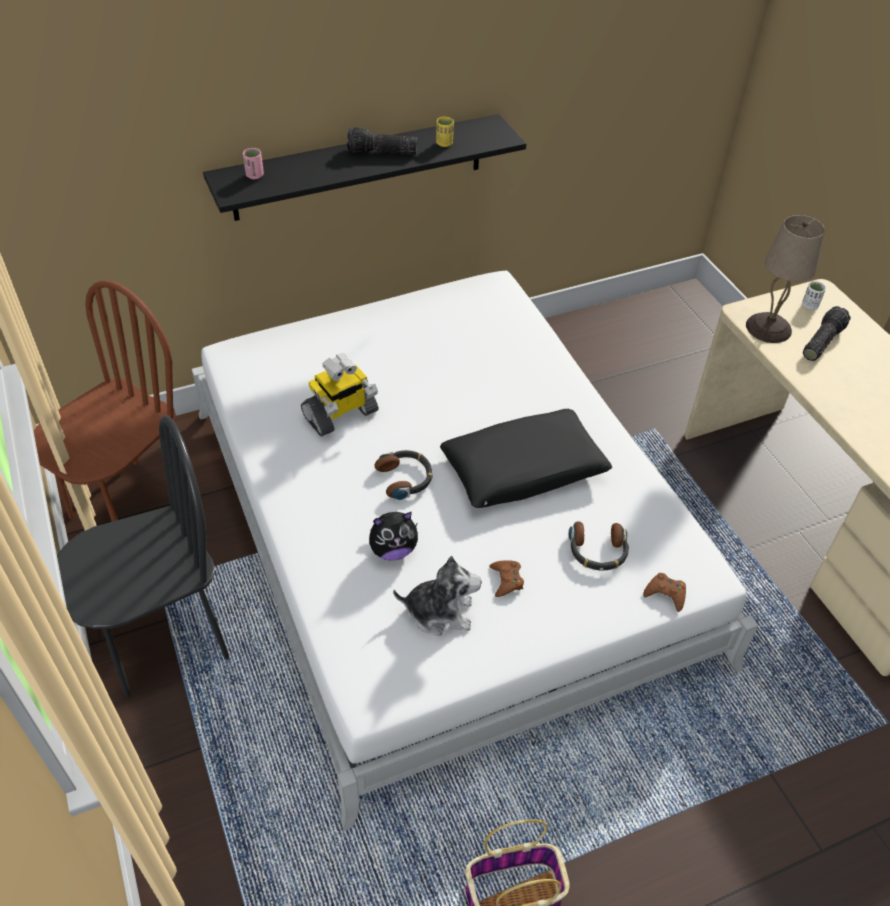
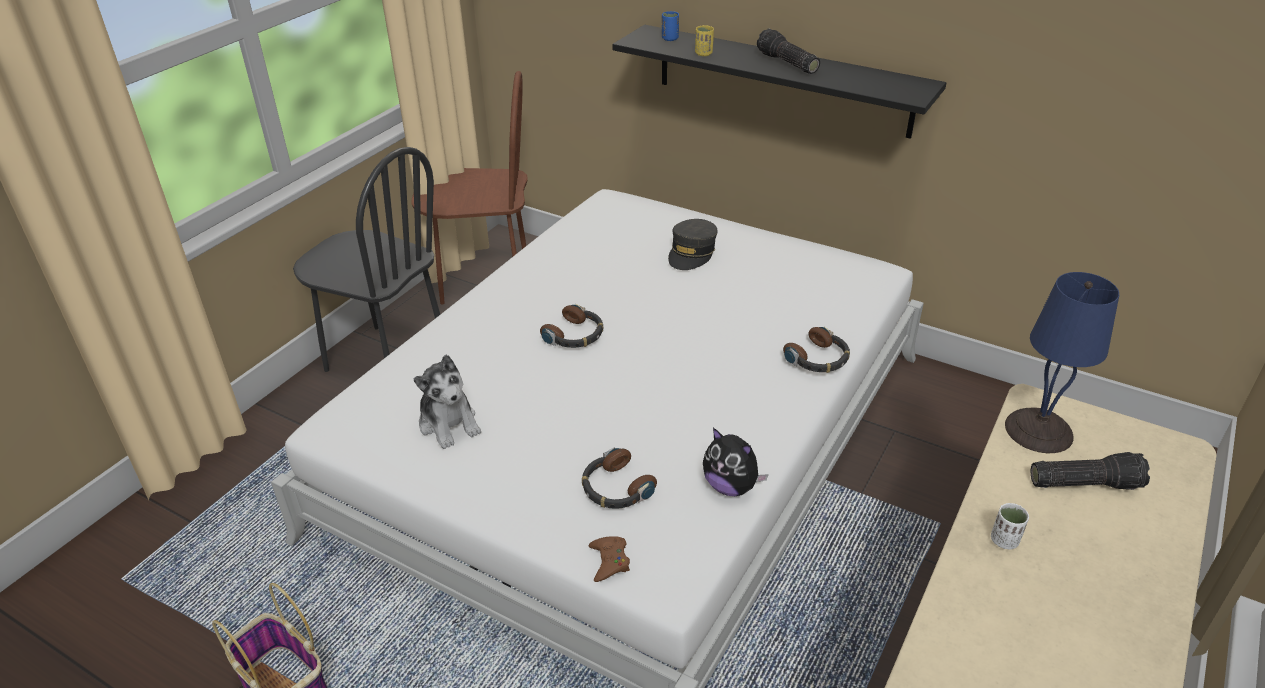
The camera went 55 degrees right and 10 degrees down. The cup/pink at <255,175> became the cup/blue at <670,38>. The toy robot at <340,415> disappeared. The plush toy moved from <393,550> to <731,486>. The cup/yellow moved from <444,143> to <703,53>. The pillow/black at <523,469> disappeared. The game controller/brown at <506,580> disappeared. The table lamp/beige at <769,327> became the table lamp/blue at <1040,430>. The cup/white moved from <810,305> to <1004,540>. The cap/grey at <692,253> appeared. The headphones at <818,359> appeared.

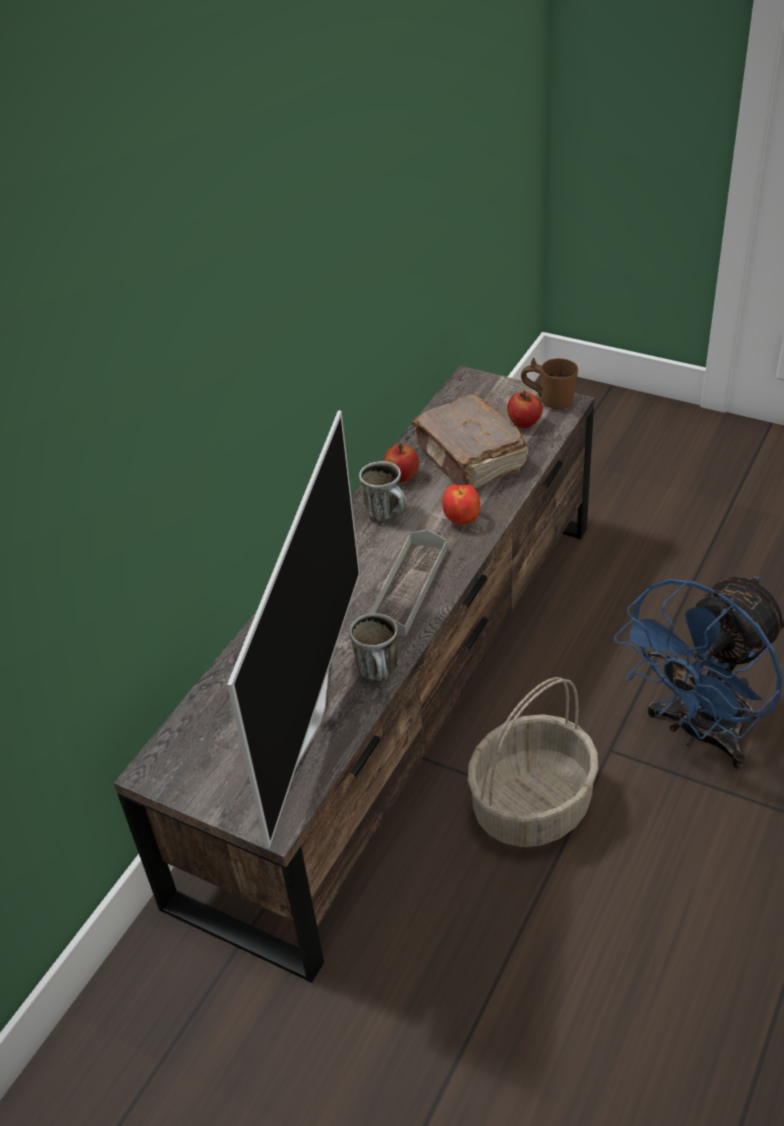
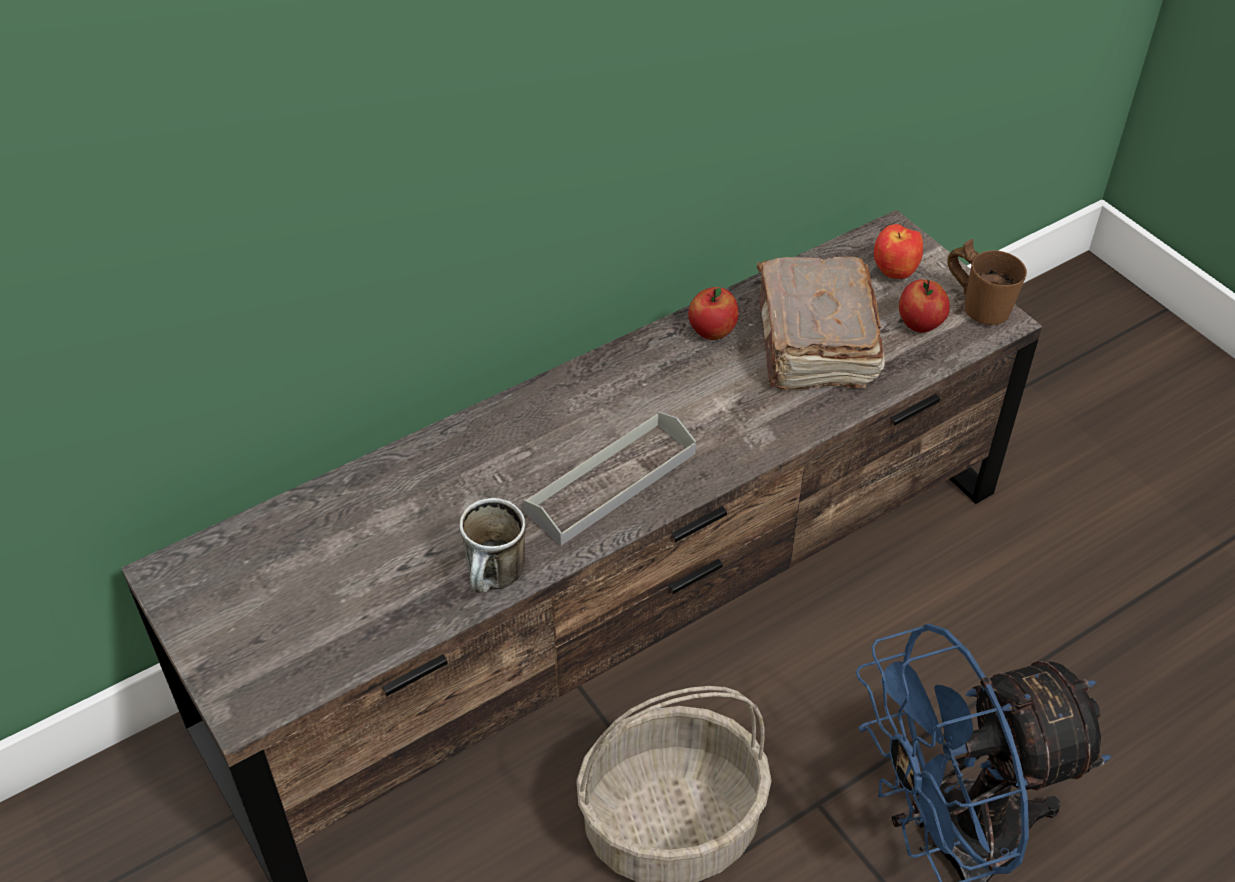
The camera went 25 degrees right and 5 degrees up. The television at <305,715> disappeared. The mug at <388,515> disappeared. The apple moved from <462,520> to <895,273>.

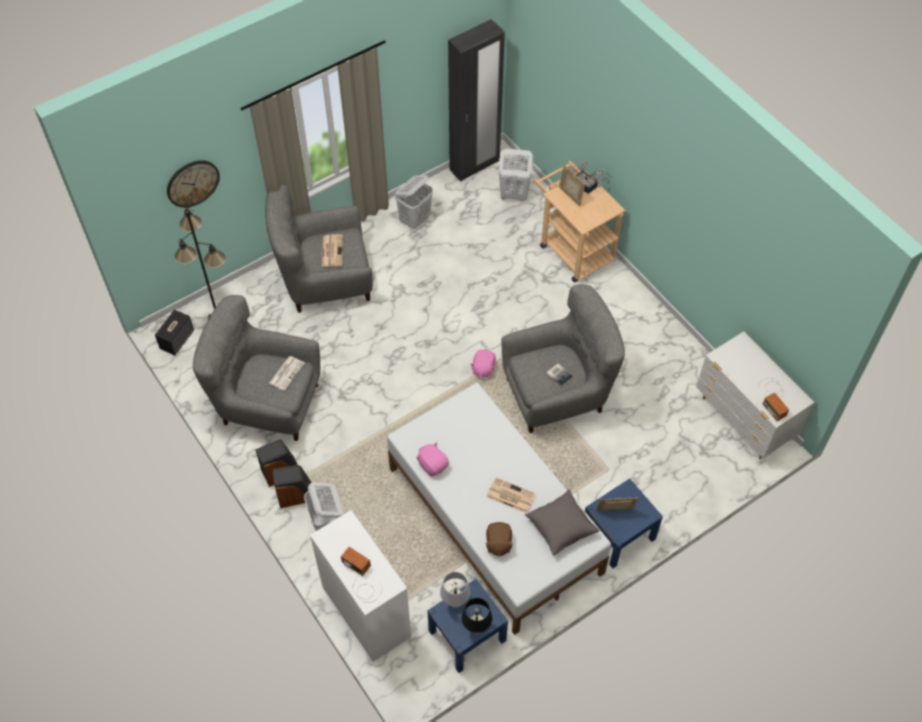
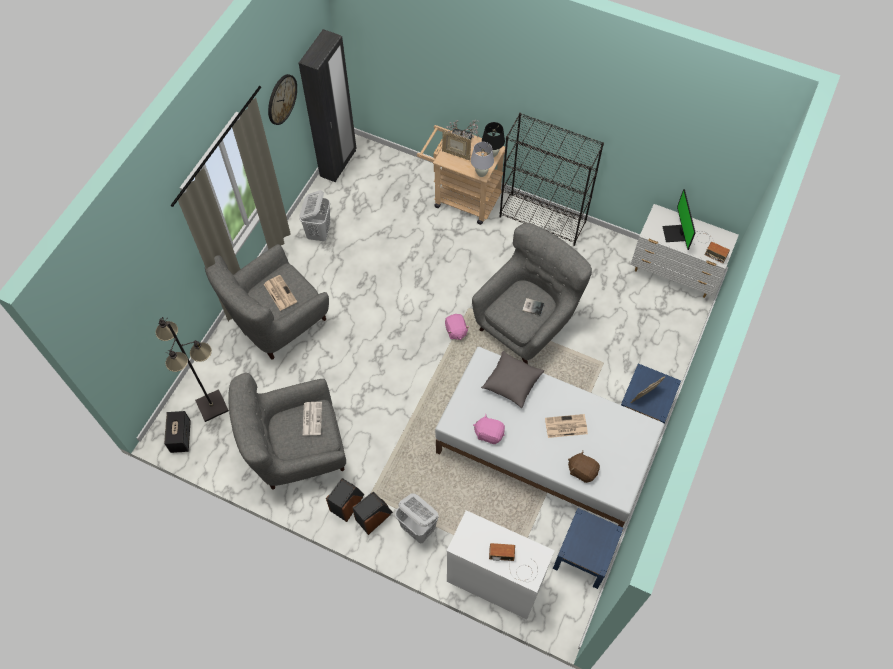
The camera went 30 degrees left and 5 degrees up. The wall clock moved from <192,183> to <281,99>. The table lamp/white moved from <455,602> to <481,173>. The table lamp/black moved from <476,628> to <492,154>. The plush toy/brown at <498,543> turned 150 degrees clockwise. The laundry basket/white at <513,195> disappeared. The pillow/grey moved from <560,527> to <511,383>. The bookcase/black at <543,219> appeared. The monitor at <674,234> appeared.

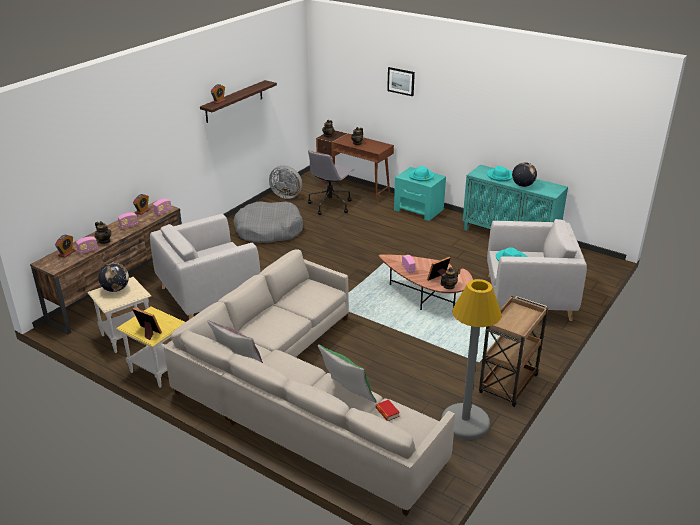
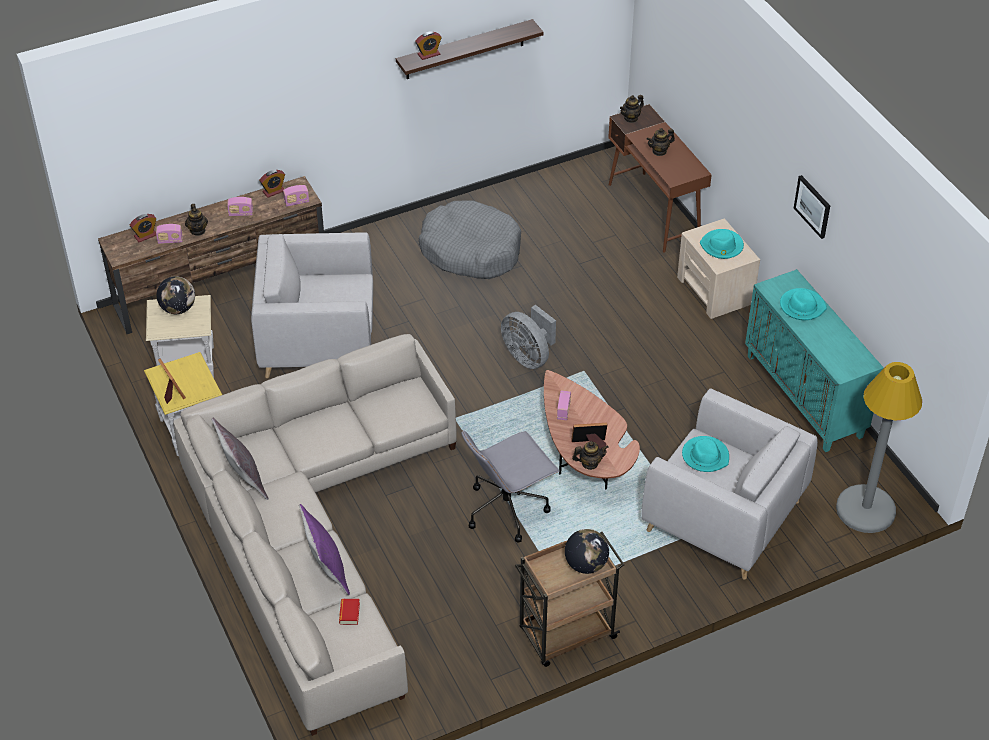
The camera went 30 degrees right and 15 degrees up. The fan/grey moved from <286,195> to <528,356>. The office chair/grey moved from <330,205> to <507,508>. The pillow/green at <347,395> became the pillow/purple at <327,570>. The picture moved from <401,81> to <813,206>. The nightstand/turquoise at <419,209> became the nightstand/beige at <715,290>. The floor lamp/grey moved from <465,422> to <865,509>. The globe moved from <523,185> to <586,564>.

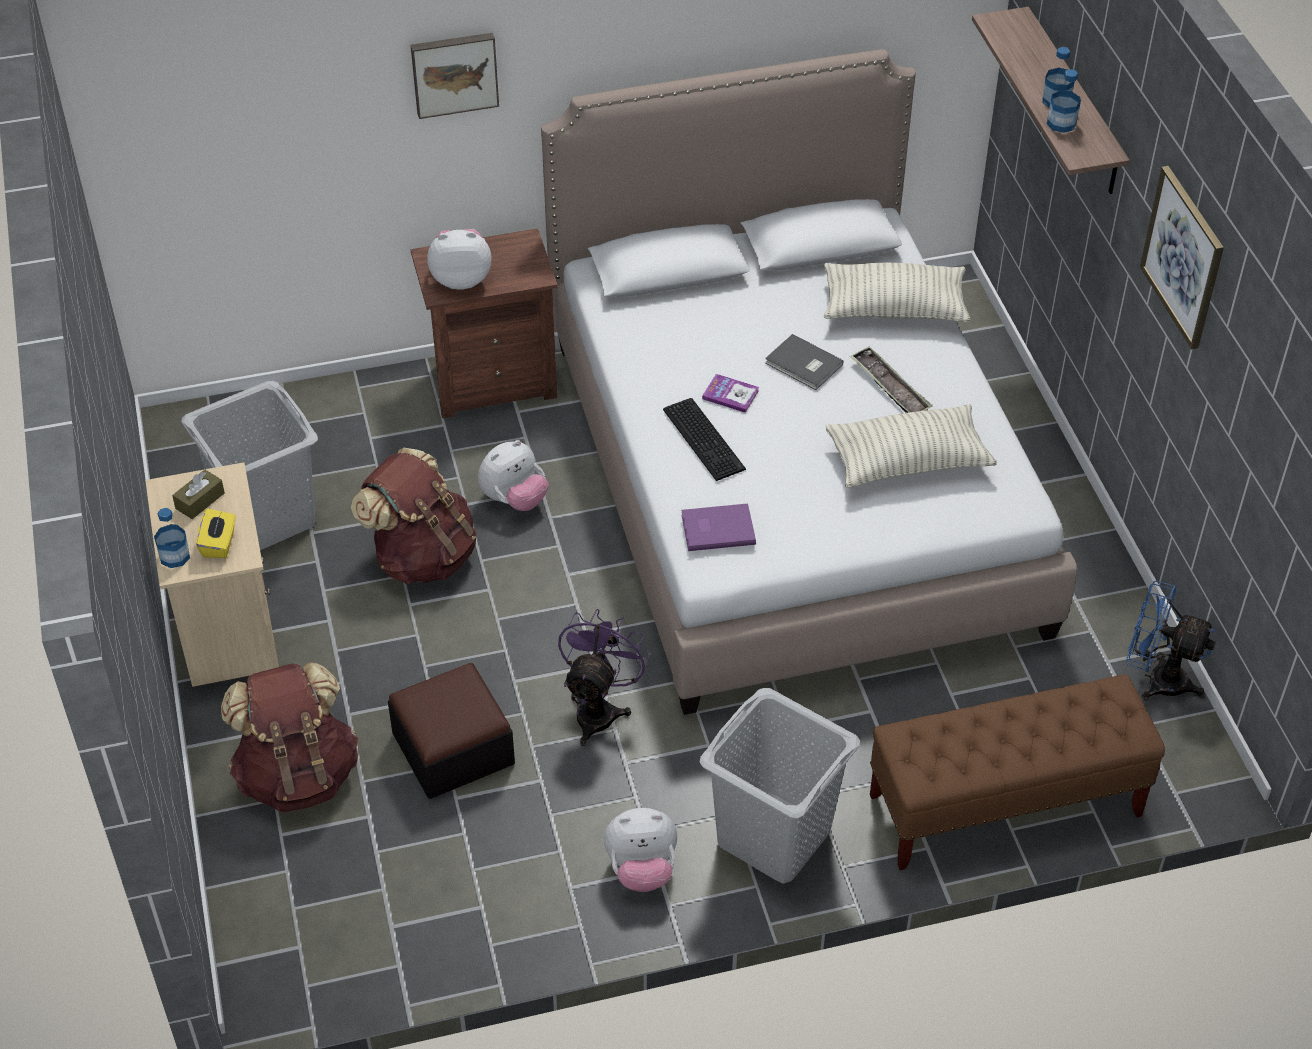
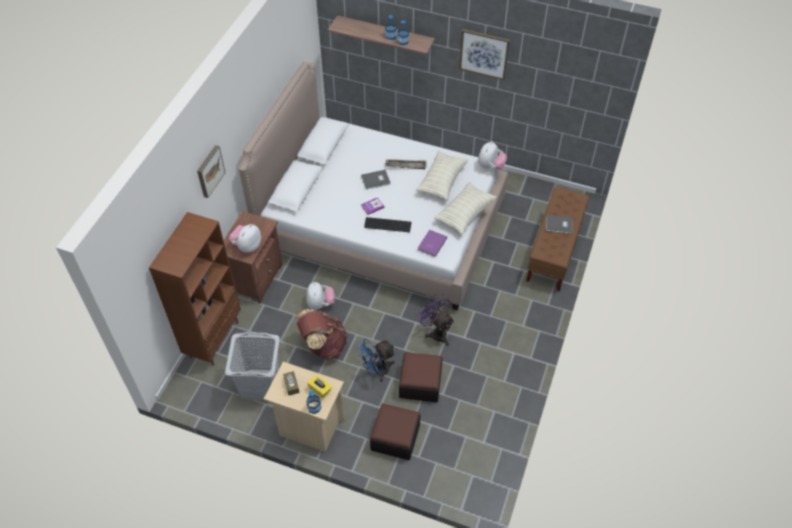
The camera went 55 degrees left and 5 degrees up. The backpack/brown at <298,775> was replaced by the ottoman at <395,437>. The plush toy moved from <642,869> to <490,166>. The laundry basket/grey at <774,837> disappeared. The pillow moved from <894,308> to <464,213>. The fan/blue moved from <1156,679> to <377,370>. The bookcase/brown at <214,339> appeared. The book/grey at <559,225> appeared.

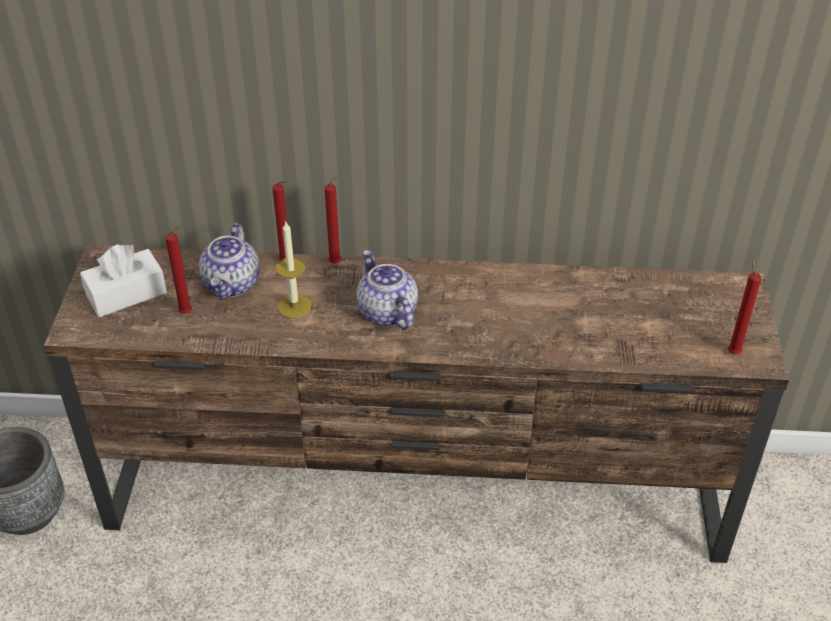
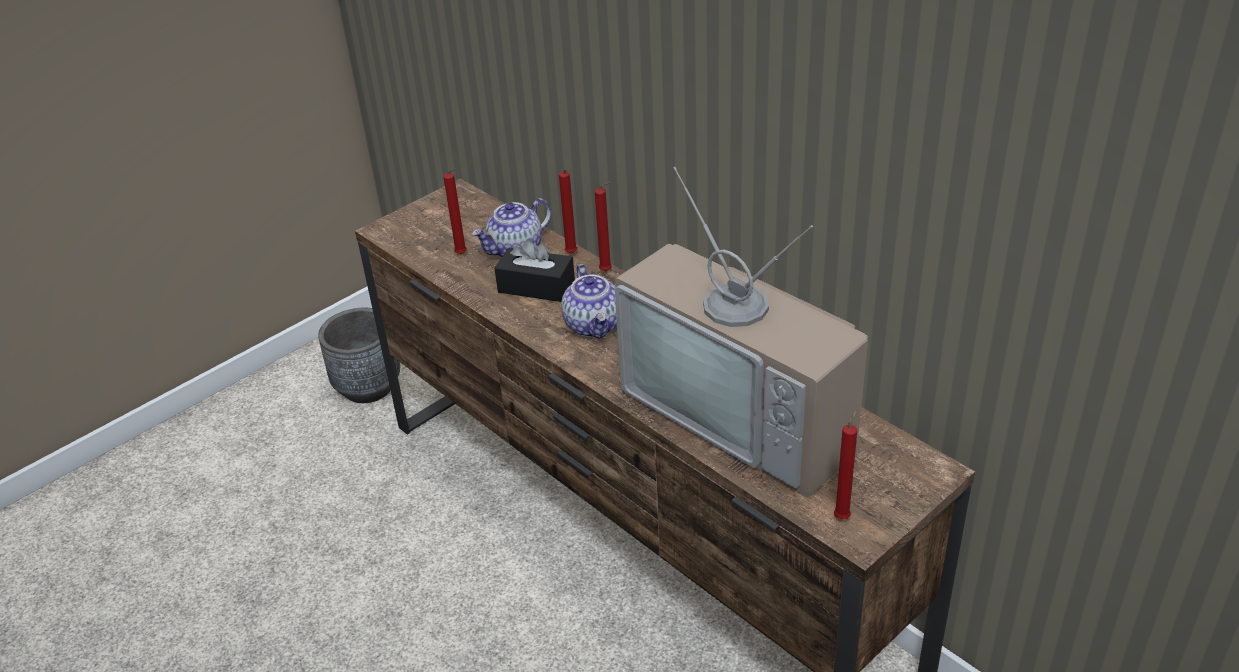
The camera went 45 degrees right and 5 degrees down. The tissue box/white at <126,294> disappeared. The candle at <294,306> was replaced by the tissue box/black at <536,287>. The teapot at <386,312> turned 150 degrees clockwise. The television at <747,413> appeared.

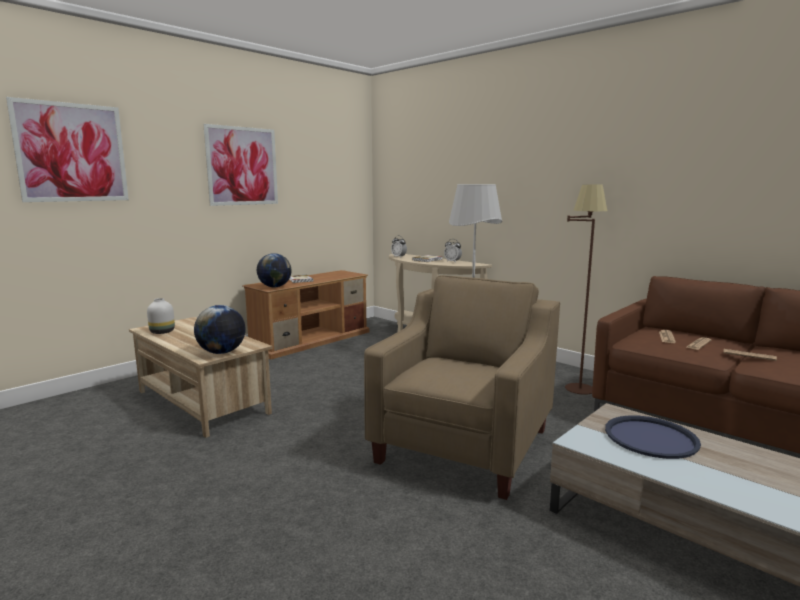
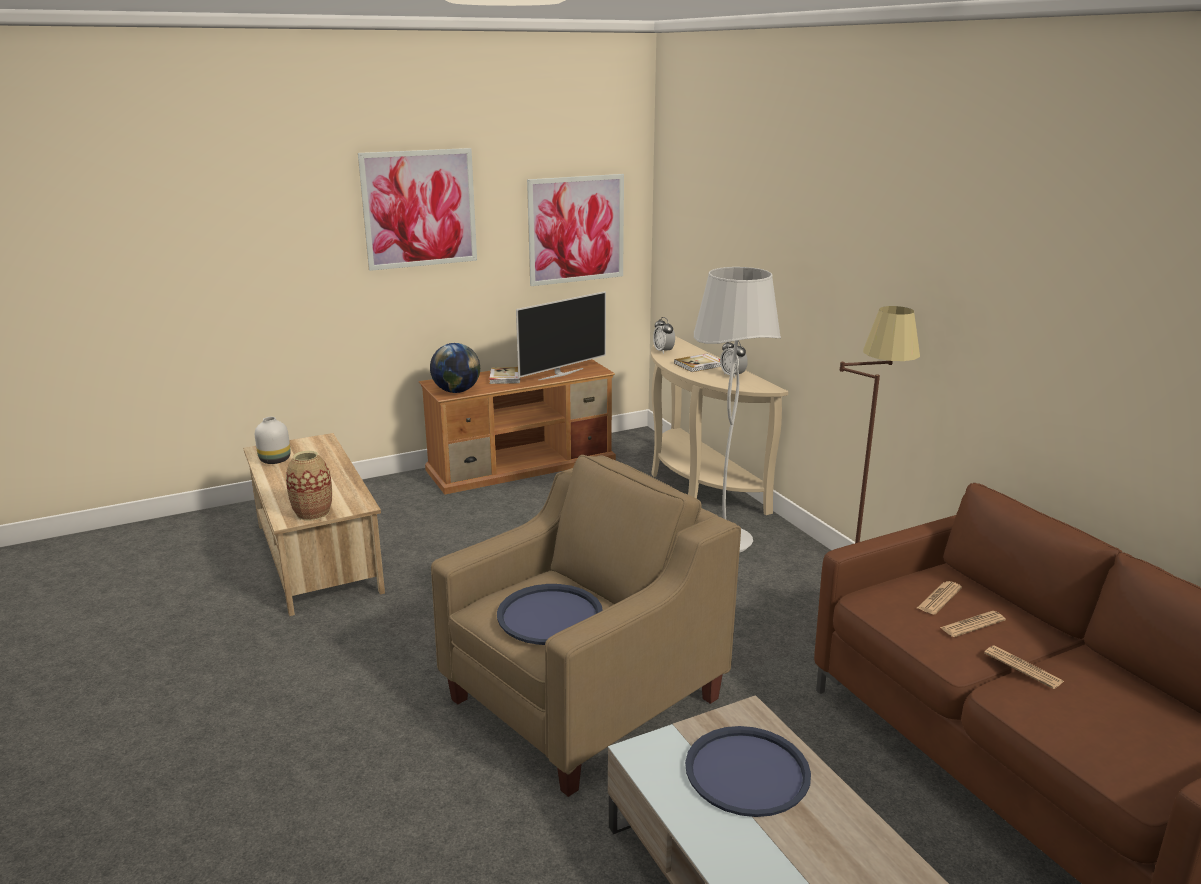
The camera went 20 degrees right and 10 degrees up. The picture moved from <71,152> to <576,229>. The globe at <222,352> was replaced by the vase at <313,513>. The tray/blue at <550,616> appeared. The television at <560,374> appeared.

